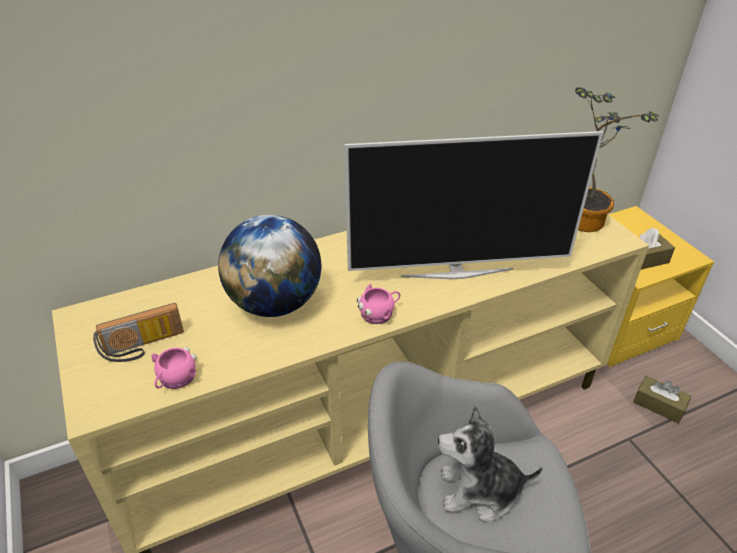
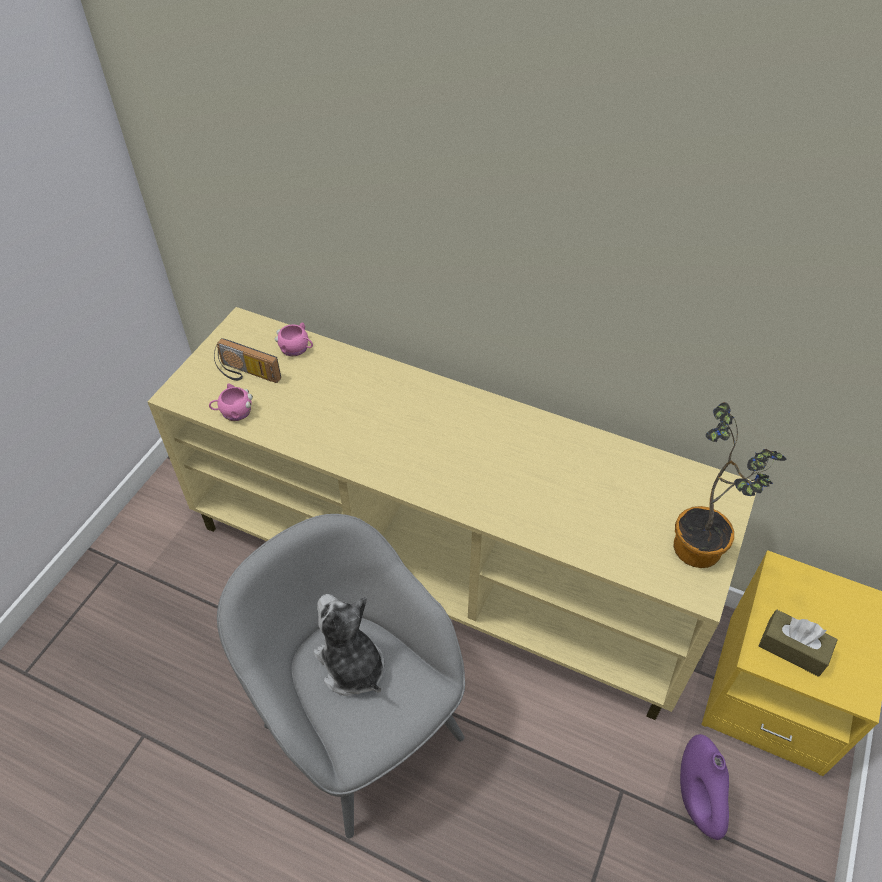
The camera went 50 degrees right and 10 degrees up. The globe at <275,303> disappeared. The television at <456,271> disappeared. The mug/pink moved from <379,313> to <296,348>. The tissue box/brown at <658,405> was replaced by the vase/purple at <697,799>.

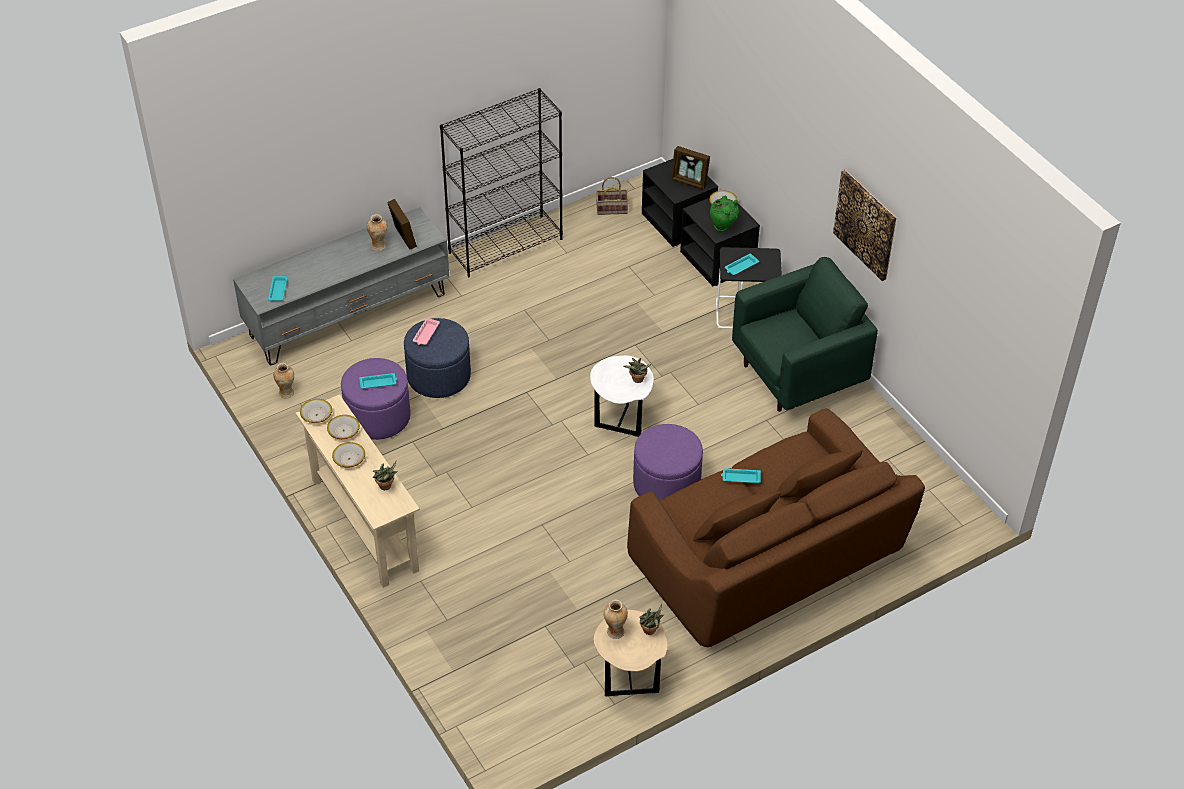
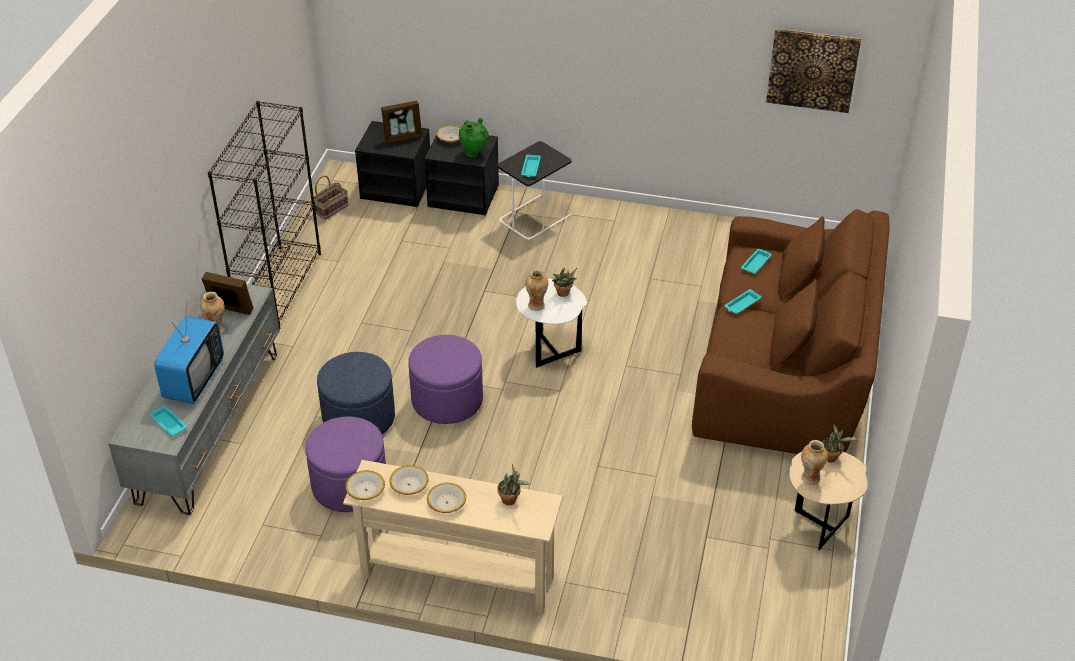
The camera went 45 degrees left and 5 degrees down. The vase moved from <286,393> to <536,305>. The tray/turquoise moved from <378,383> to <756,263>. The tray/pink at <426,334> disappeared. The ottoman/purple moved from <666,484> to <447,400>. The armchair/green at <798,375> disappeared. The picture moved from <865,224> to <812,69>. The television at <194,380> appeared.

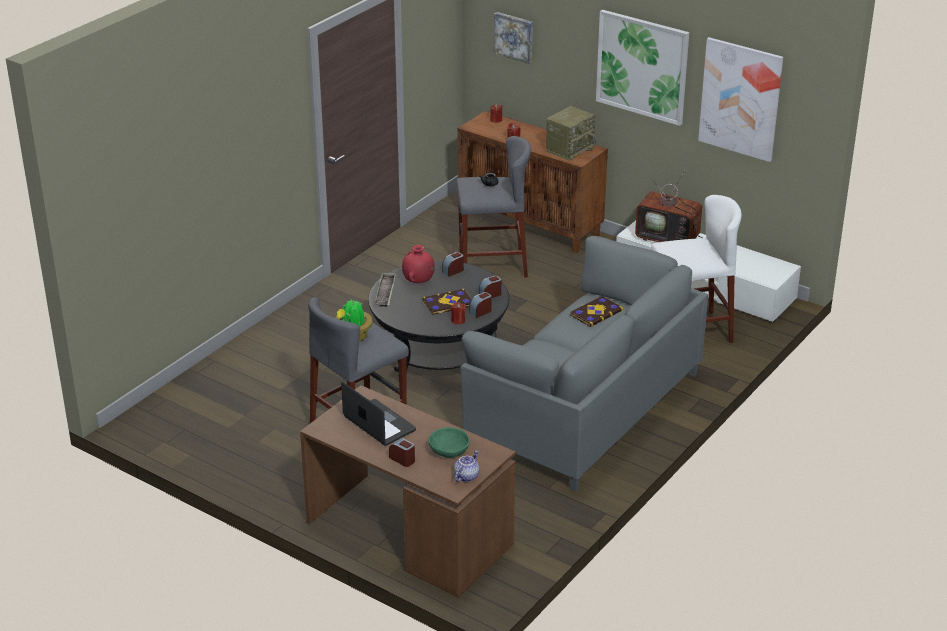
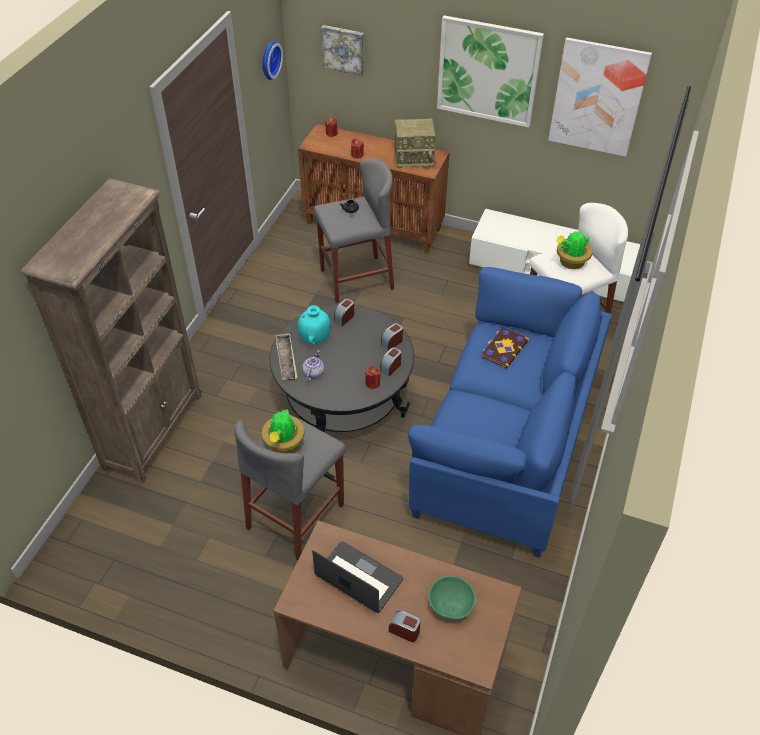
The camera went 15 degrees left and 15 degrees up. The vase/red at <418,282> became the vase/turquoise at <315,339>. The book at <448,303> disappeared. The teapot moved from <466,476> to <313,373>. The sofa/grey at <584,408> became the sofa/blue at <505,443>. The radio at <569,149> turned 60 degrees clockwise. The television at <670,238> disappeared. The bookcase/brown at <154,430> appeared. The wall clock at <269,59> appeared. The potted plant at <570,262> appeared.

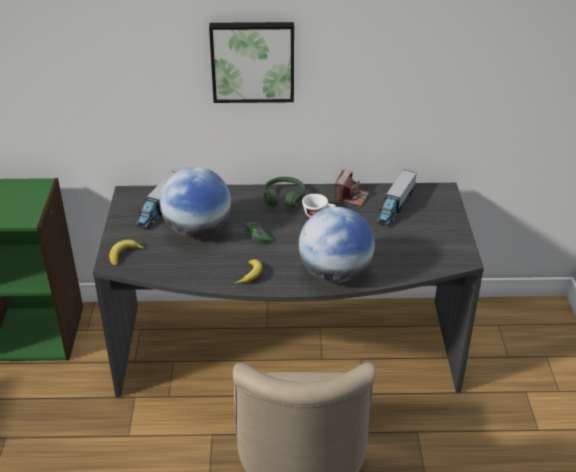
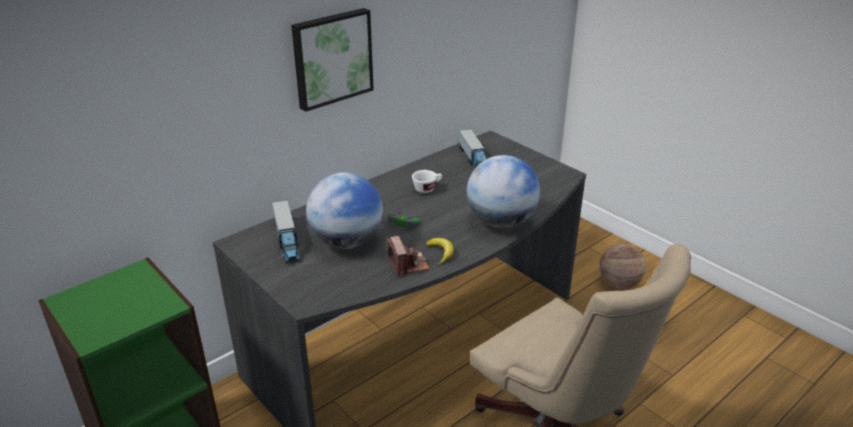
The camera went 40 degrees left and 5 degrees down. The banana at <124,254> disappeared. The headphones/green at <284,197> disappeared. The photo camera moved from <351,197> to <408,264>. The basketball at <619,284> appeared.

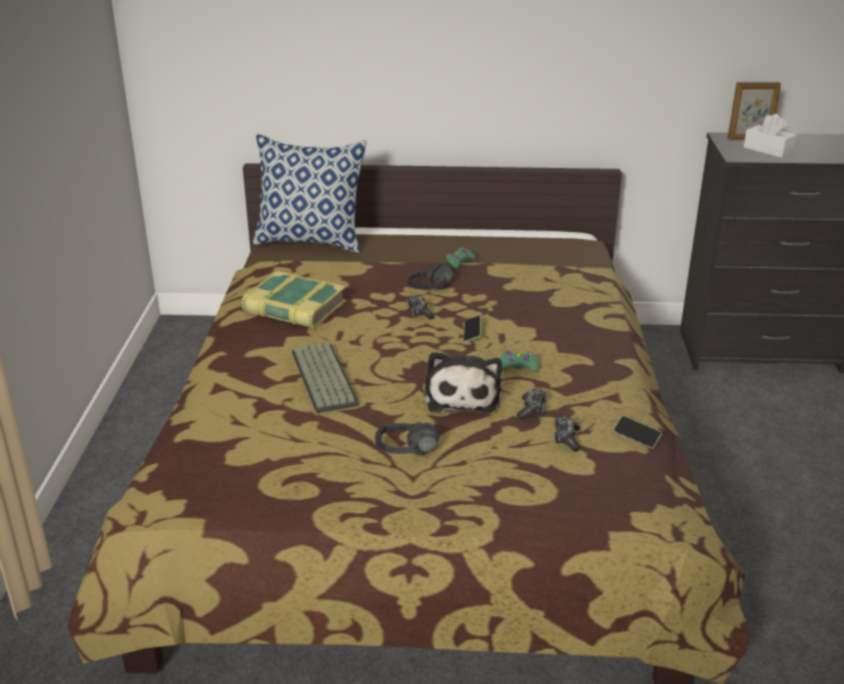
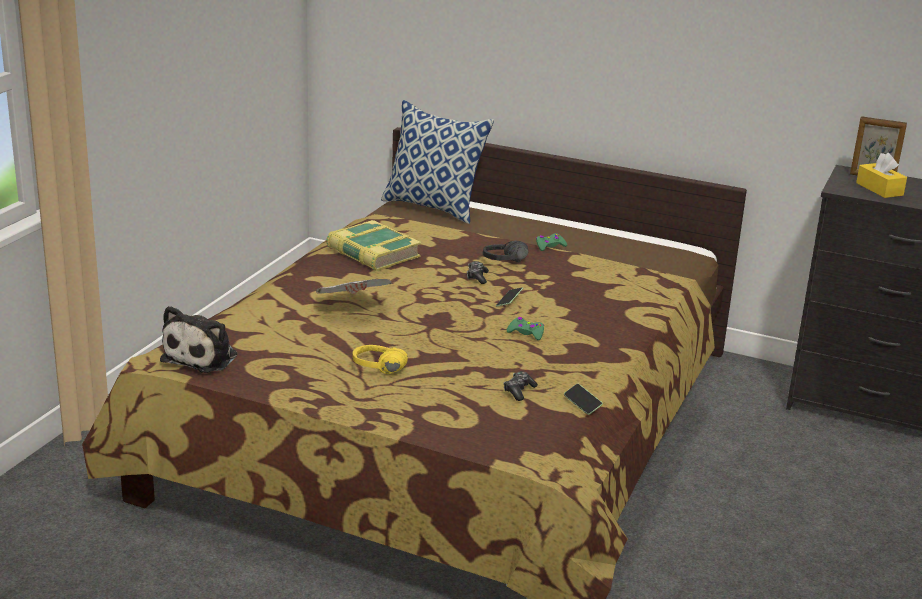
The camera went 20 degrees right and 5 degrees down. The keyboard at <321,377> was replaced by the newspaper at <352,306>. The headphones/black at <407,455> became the headphones/yellow at <376,371>. The plush toy moved from <462,395> to <203,356>. The game controller at <532,409> disappeared. The tissue box/white at <768,150> became the tissue box/yellow at <879,189>.

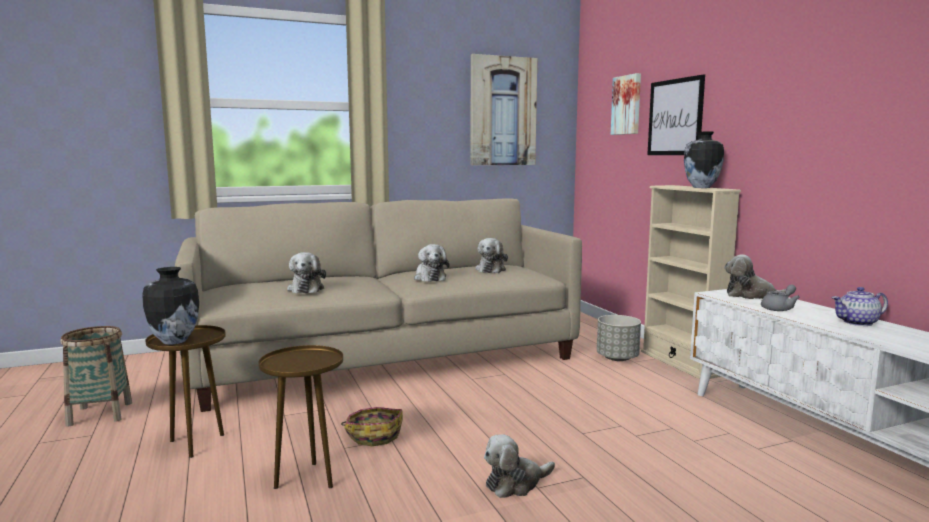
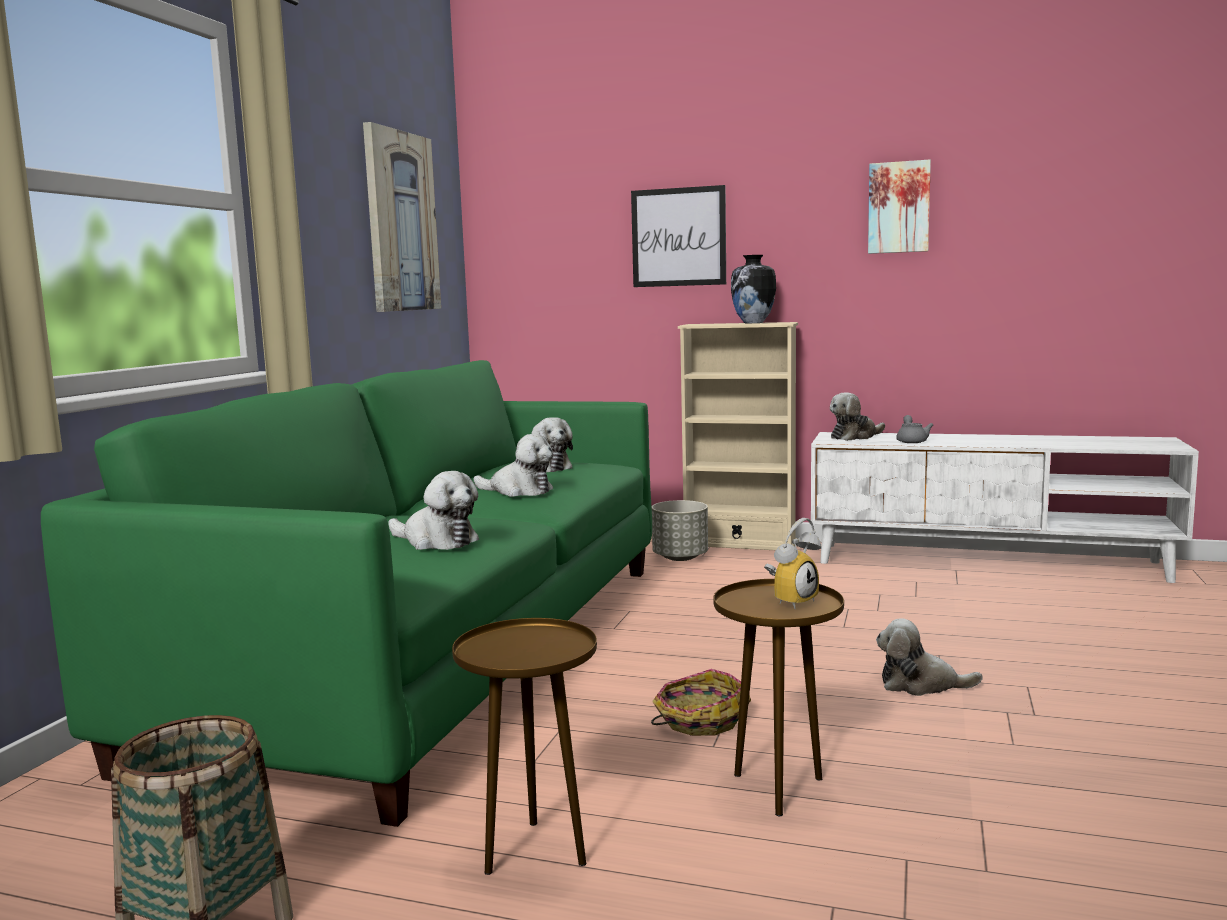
The camera went 50 degrees left and 0 degrees up. The vase at <173,341> disappeared. The sofa/beige at <386,358> became the sofa/green at <439,650>. The plush toy at <515,483> turned 90 degrees clockwise. The picture moved from <627,105> to <899,207>. The teapot at <857,323> disappeared. The alarm clock at <791,600> appeared.

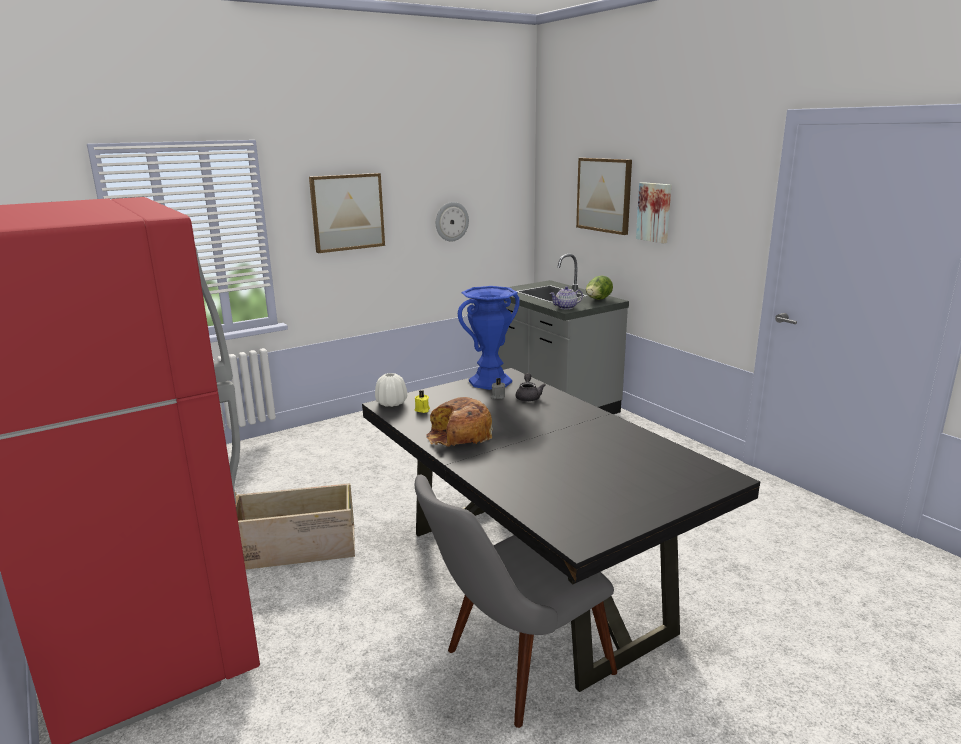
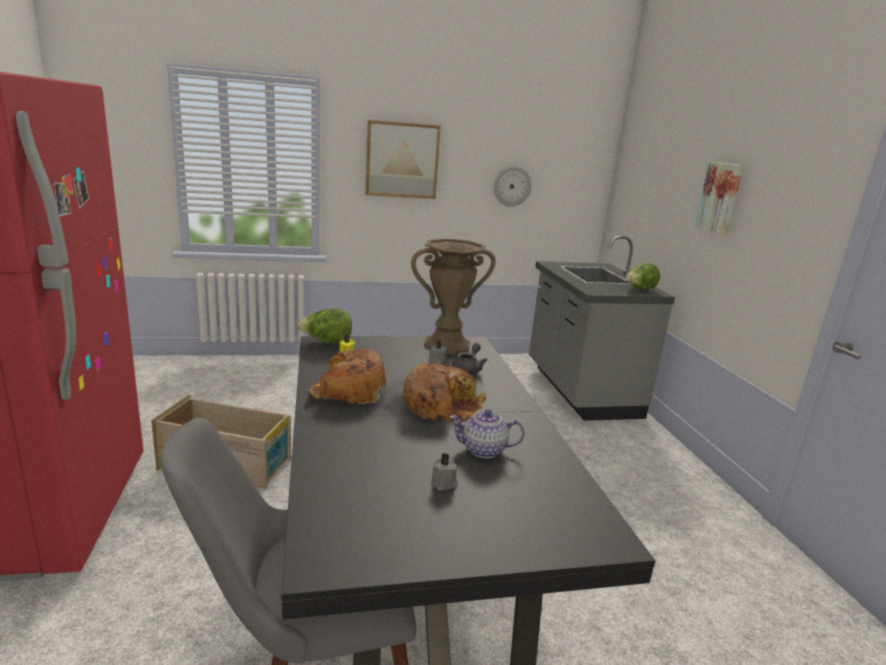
The camera went 20 degrees right and 0 degrees up. The vase/white at <391,403> was replaced by the lettuce at <326,343>. The vase/blue at <490,381> became the vase/brown at <447,345>. The teapot moved from <566,307> to <484,450>. The picture at <604,195> disappeared. The bread at <441,405> appeared. The candle/grey at <444,483> appeared.

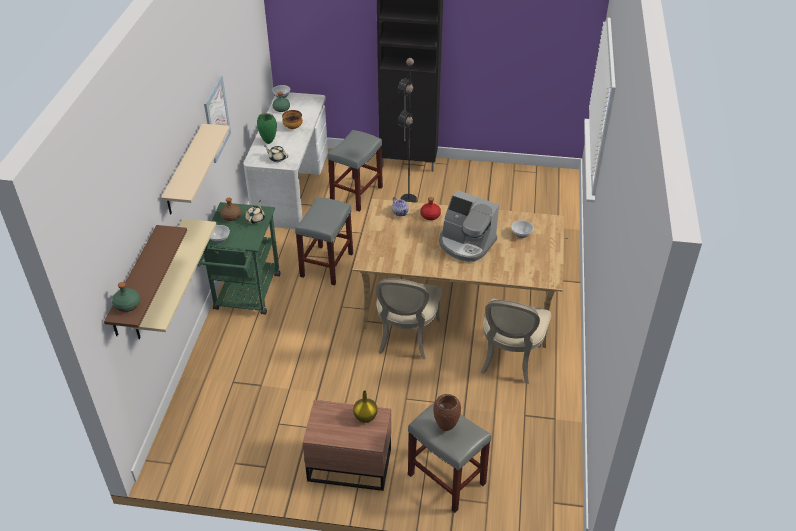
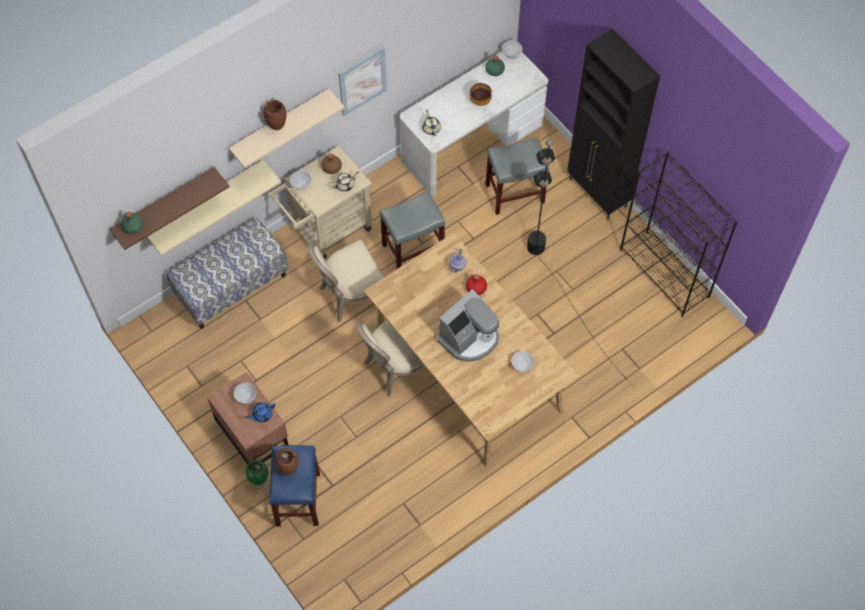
The camera went 45 degrees right and 20 degrees up. The cart/green at <245,296> became the cart/beige at <326,230>. The vase/green moved from <269,142> to <260,481>. The vase/yellow at <365,417> was replaced by the teapot/blue at <262,414>. The stool/grey at <447,479> became the stool/blue at <298,500>. The coffee machine at <466,244> turned 120 degrees counterclockwise. The chair/beige moved from <509,360> to <350,295>. The bench at <232,286> appeared. The bowl at <246,396> appeared. The vase/brown at <277,128> appeared. The bookcase/black at <665,273> appeared.

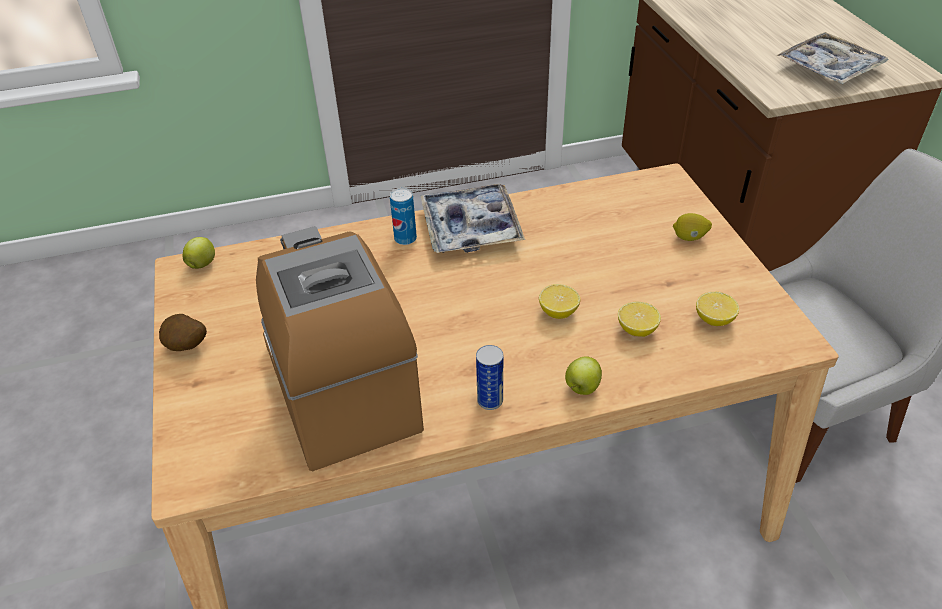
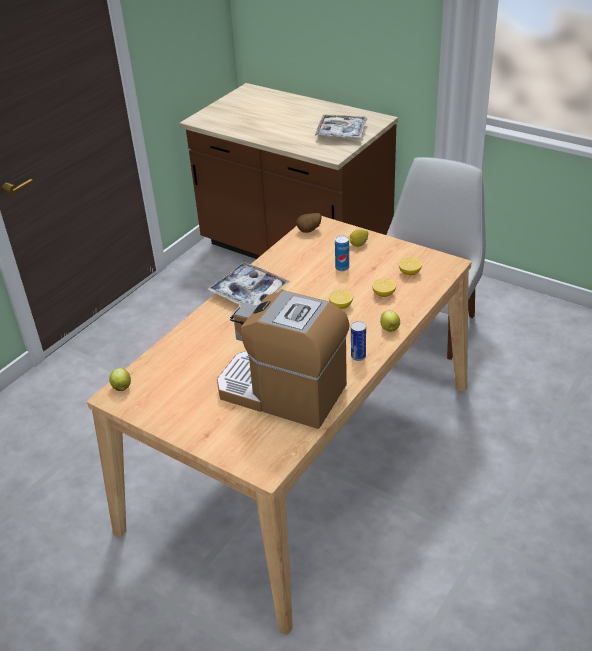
The camera went 40 degrees left and 5 degrees down. The potato moved from <187,348> to <309,231>. The can moved from <405,239> to <342,268>.

